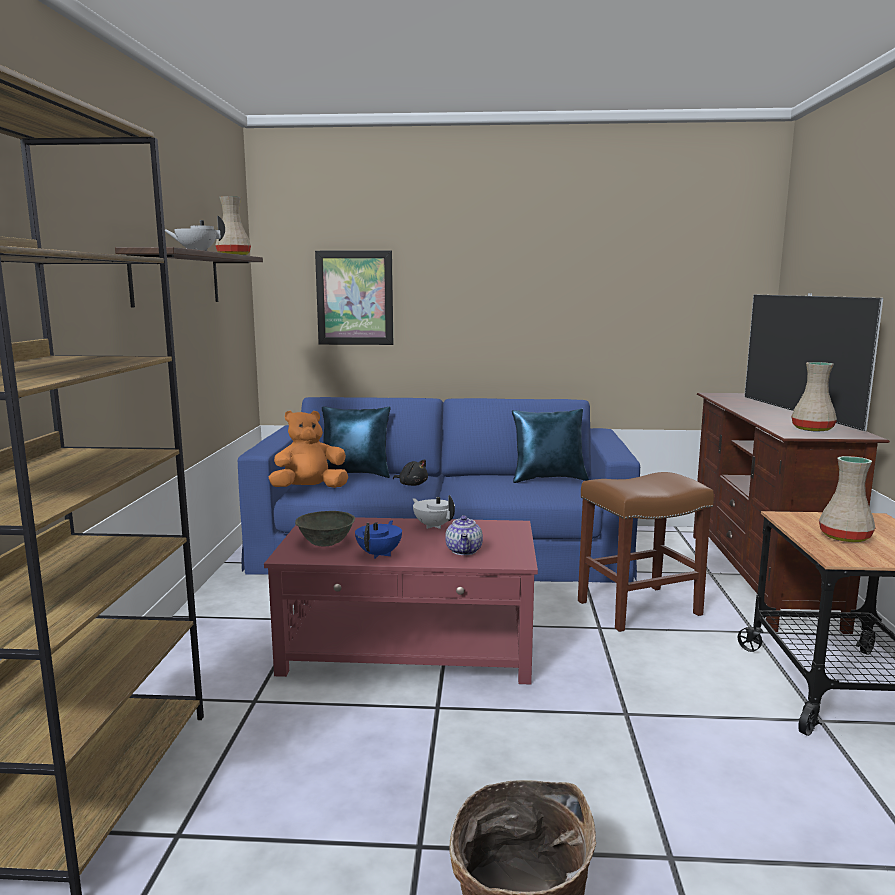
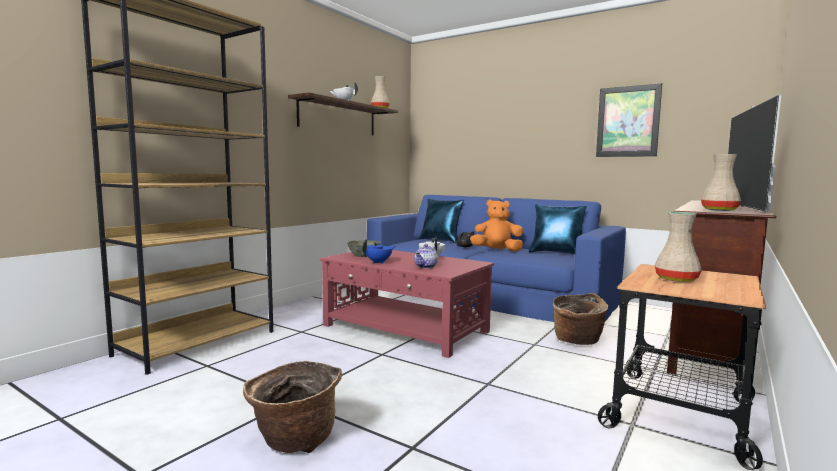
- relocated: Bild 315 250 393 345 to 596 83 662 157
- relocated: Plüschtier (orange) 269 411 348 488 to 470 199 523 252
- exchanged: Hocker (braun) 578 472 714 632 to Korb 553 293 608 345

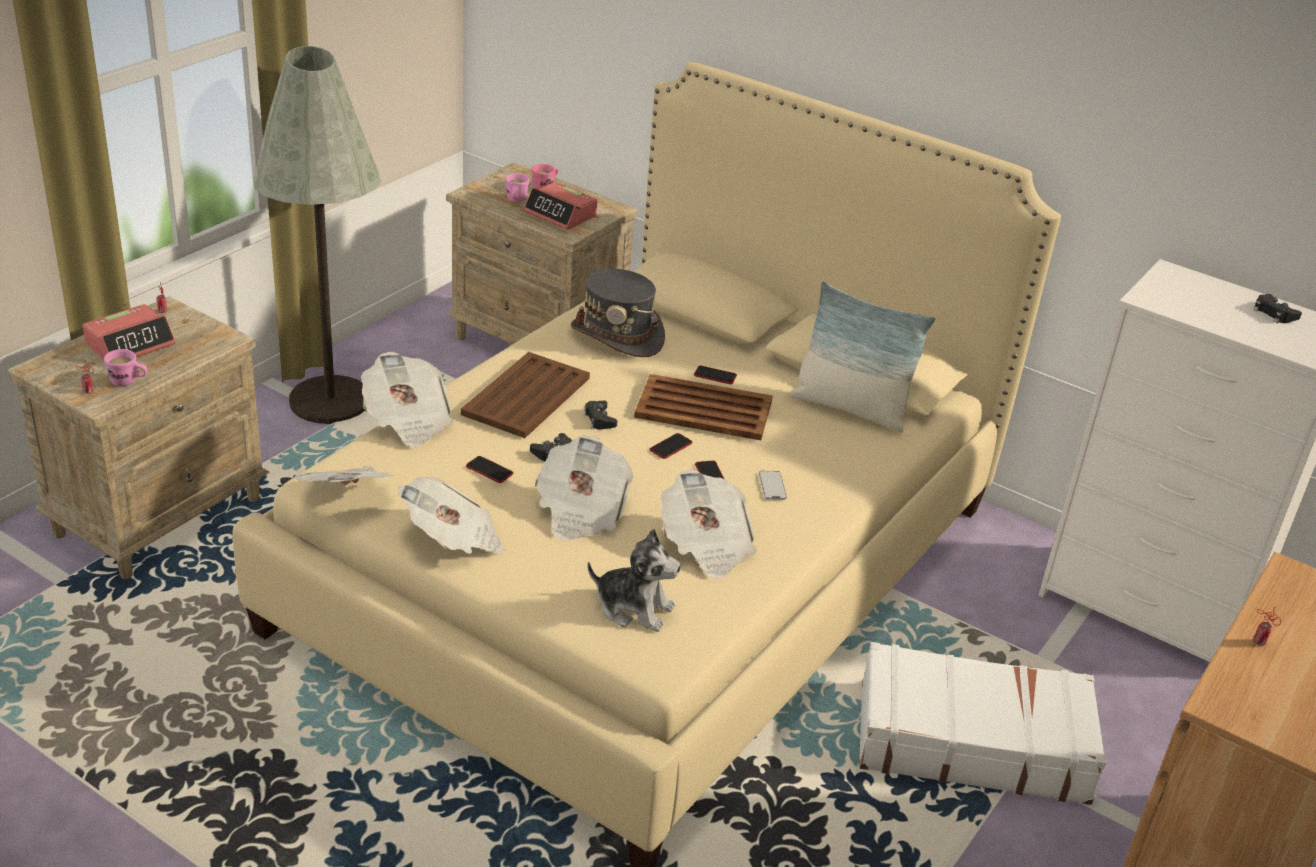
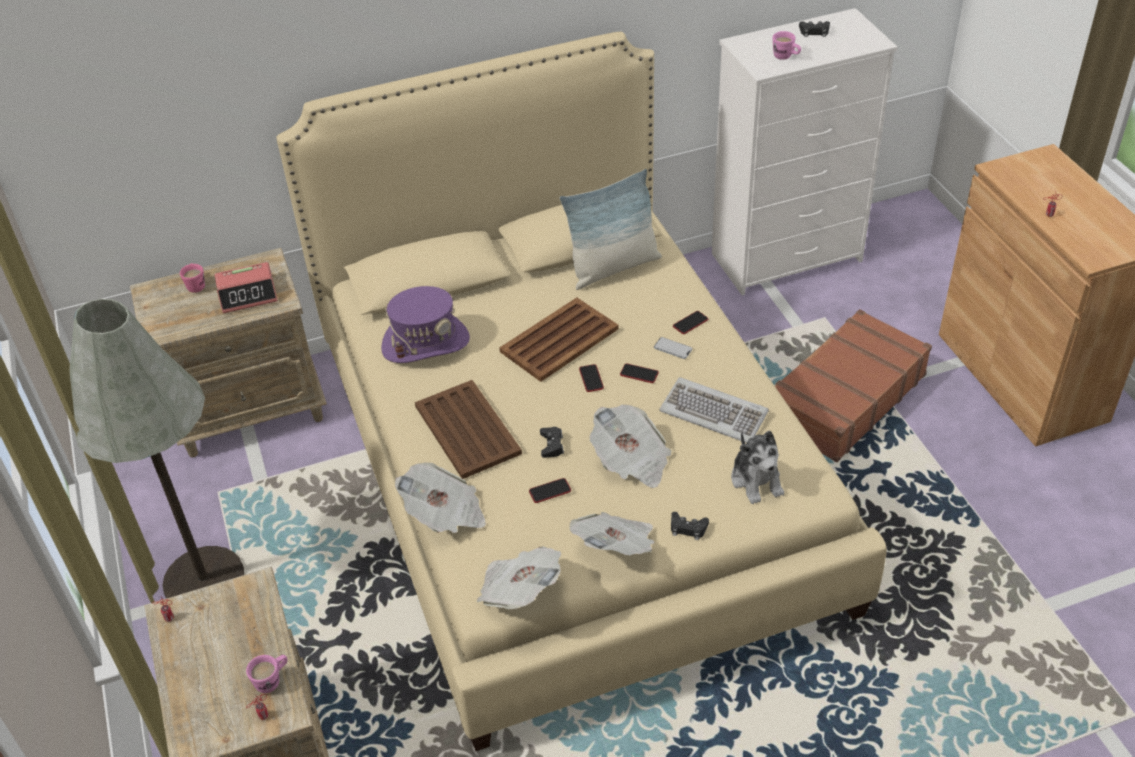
- relocated: Henkelbecher (rosa) 505 173 529 202 to 773 31 801 60
- colour: Hut (grau) 571 269 665 357 to Hut (lila) 381 286 470 363
- missing: Wecker 83 304 176 359
- relocated: Handy 694 366 737 384 to 673 311 708 334
- relocated: Gamepad (schwarz) 584 401 617 430 to 671 512 709 540
- exchanged: Zeitung 661 469 757 579 to Tastatur 659 377 769 443
- spun: Plüschtier 587 529 681 632 = 731 431 784 504 105 degrees clockwise
- colour: Koffer (weiß) 859 642 1106 805 to Koffer (braun) 775 309 932 462

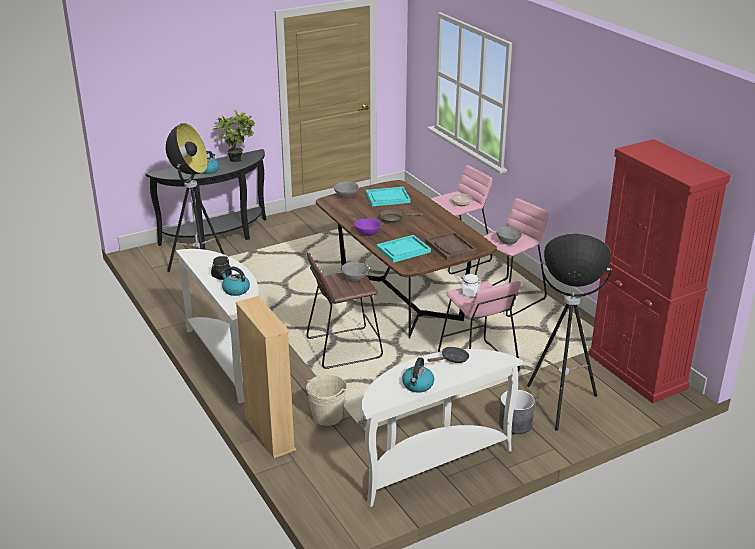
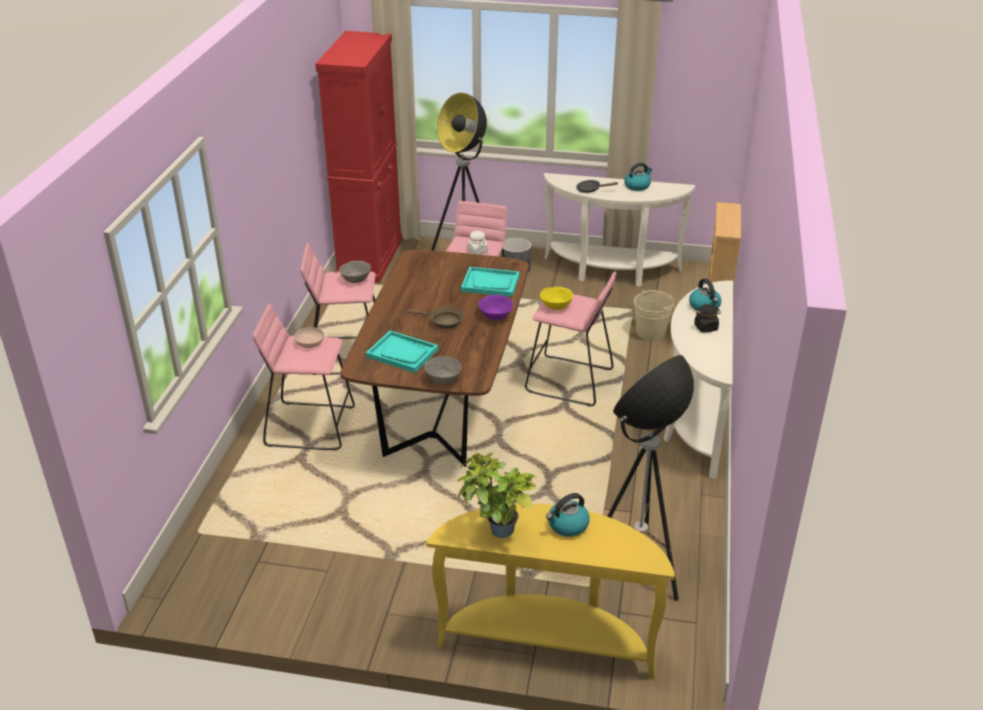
- colour: Konsolentisch (schwarz) 146 149 267 250 to Konsolentisch (gelb) 426 503 675 680
- missing: Tablett (braun) 425 232 476 260
- colour: Hocker (braun) 306 252 383 369 to Hocker (rosa) 525 272 616 407
- colour: Schüssel (grau) 341 262 369 282 to Schüssel (gelb) 540 287 573 310

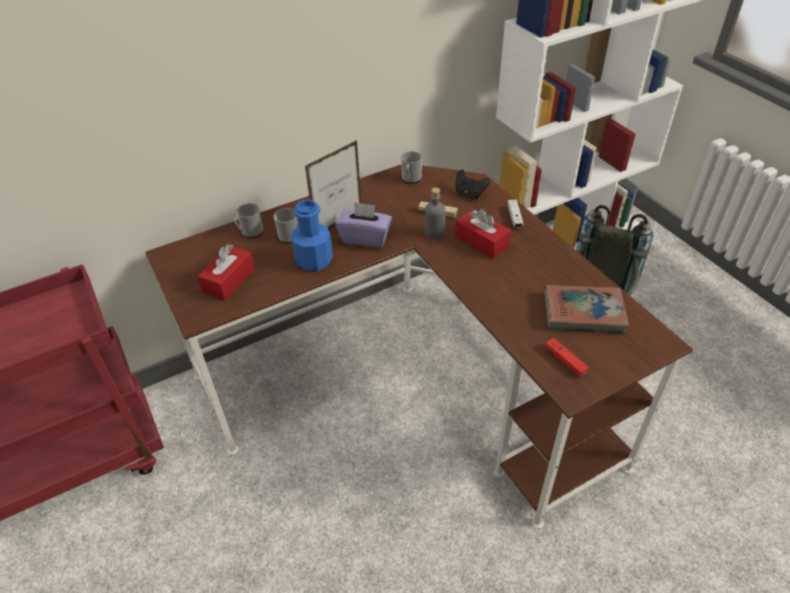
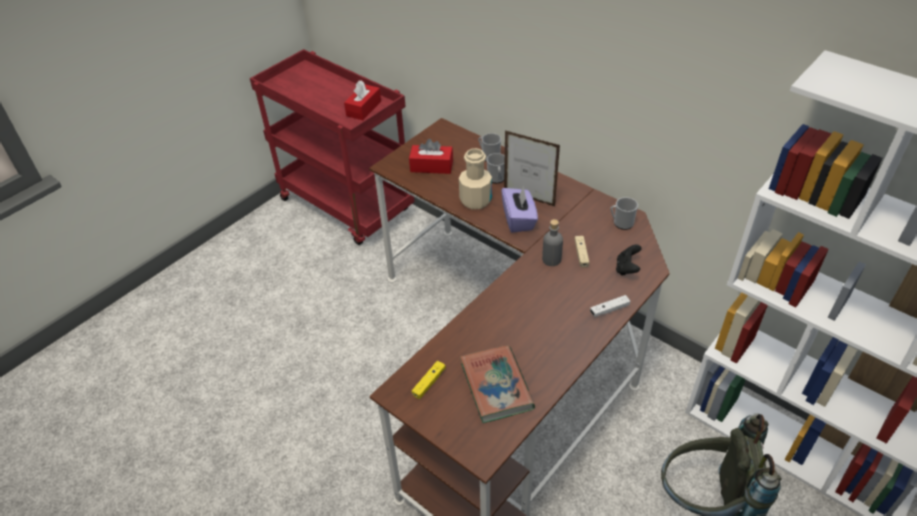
- colour: Flasche (blau) 291 200 333 271 to Flasche (beige) 459 148 492 209
- relocated: Taschentuchbox (rot) 455 209 511 259 to 344 80 381 120
- colour: Gamepad (rot) 545 338 589 377 to Gamepad (gelb) 412 361 446 399

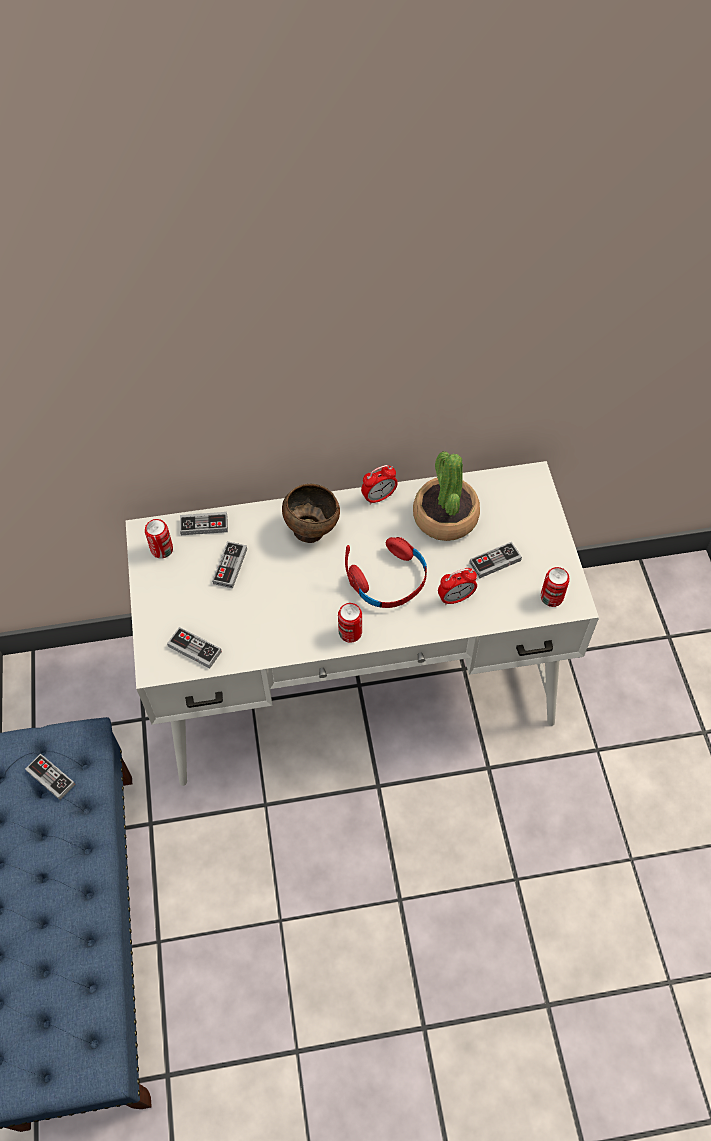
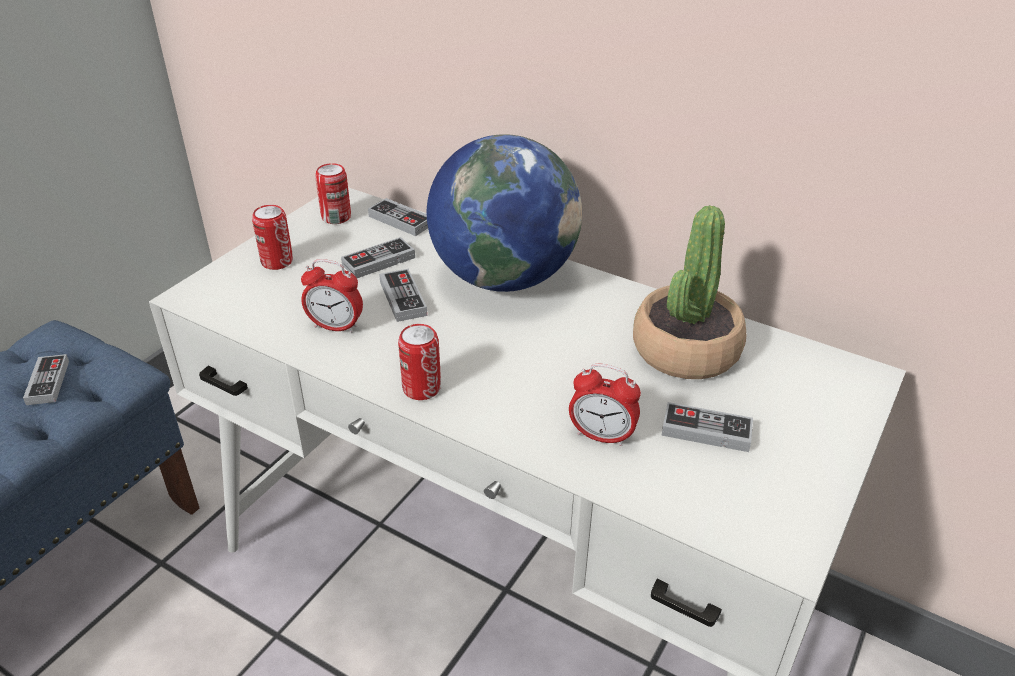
- relocated: Wecker 361 465 398 505 to 301 259 363 333
- exchanged: Schüssel (braun) 282 484 340 543 to Globus 427 134 582 292
- missing: Kopfhörer (rot) 345 537 427 608
- relocated: Dose 541 567 570 607 to 252 205 293 270
- relocated: Gamepad 167 627 222 668 to 379 269 427 322

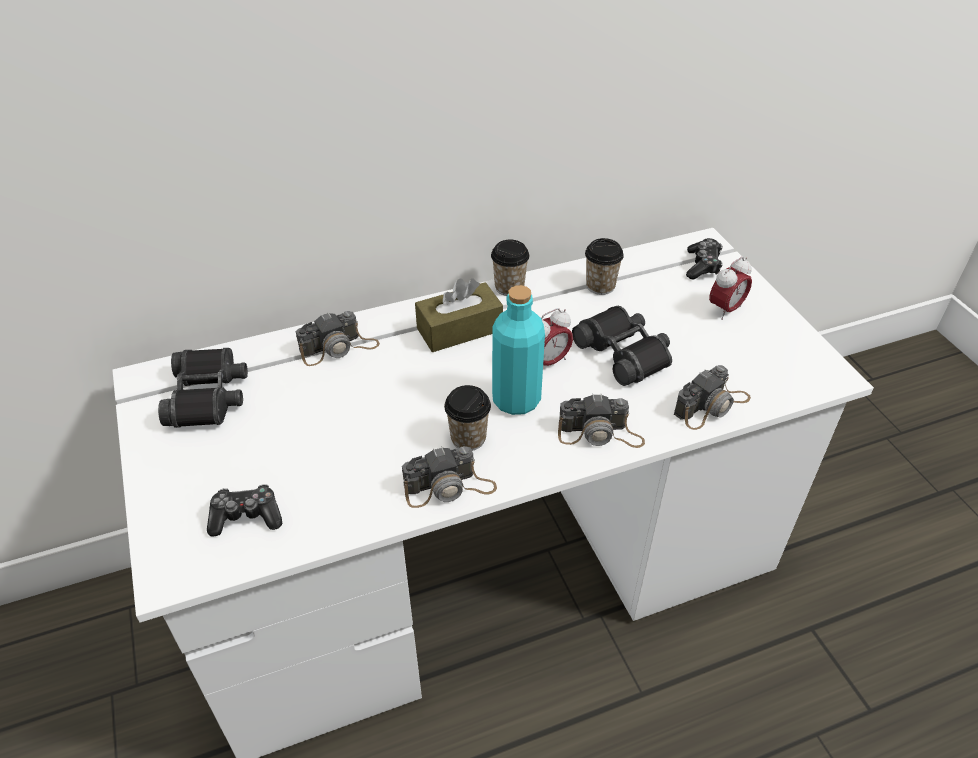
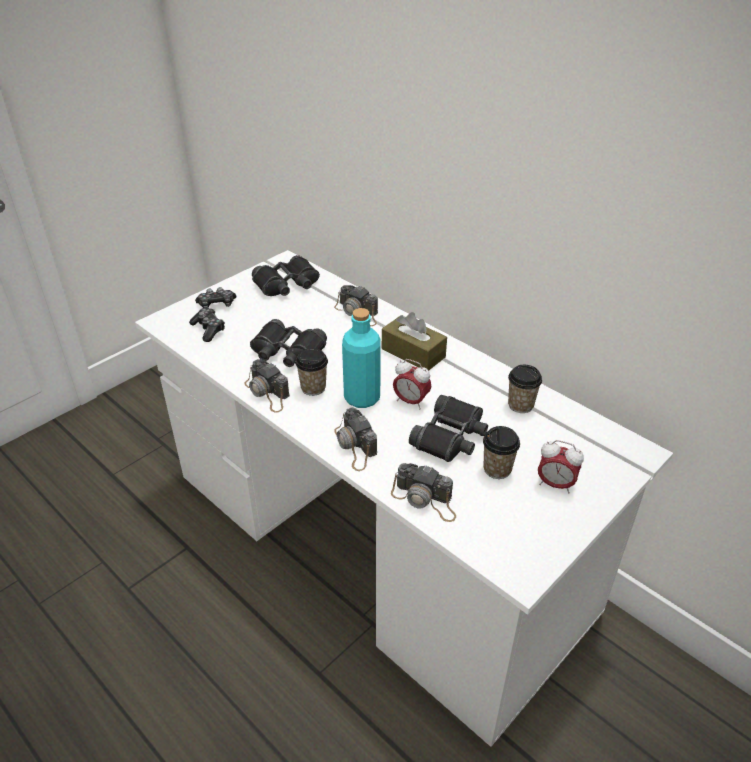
- relocated: Gamepad 686 238 723 280 to 195 287 236 308
- relocated: Tasse 491 240 529 296 to 483 426 520 479
- appeared: Fernglas (schwarz) 250 319 327 367

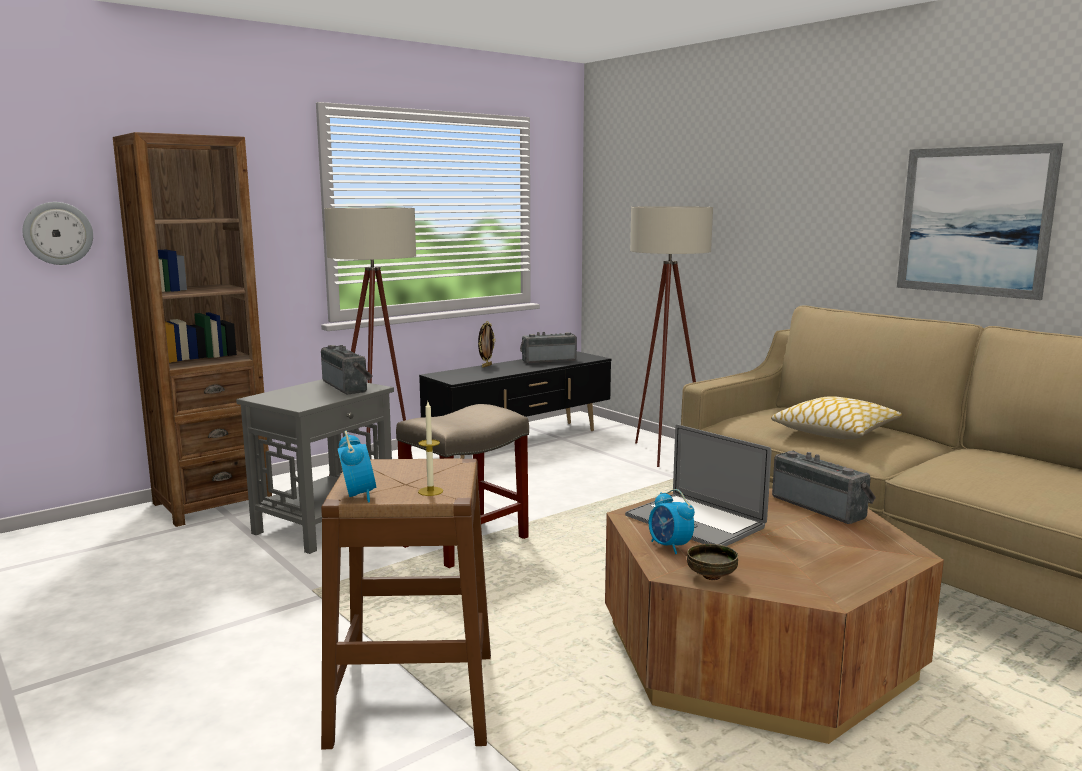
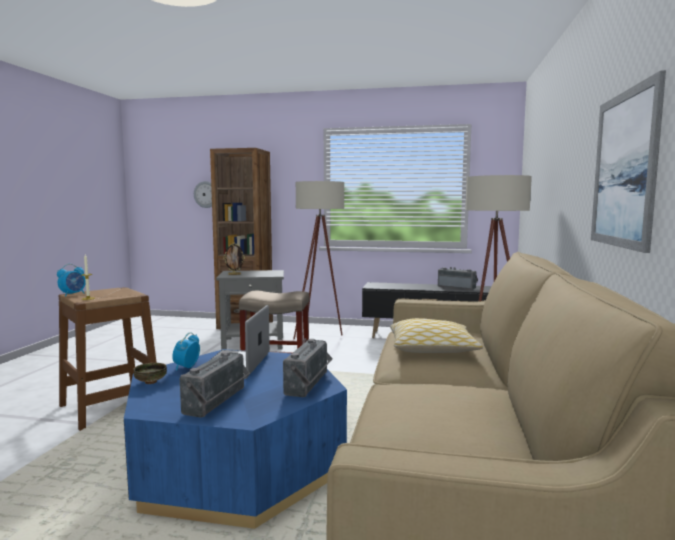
- relocated: Bilderrahmen 478 321 495 368 to 223 243 245 275
- relocated: Radio 321 345 373 395 to 180 351 250 417
- colour: Couchtisch (braun) 605 488 944 744 to Couchtisch (blau) 124 349 347 529

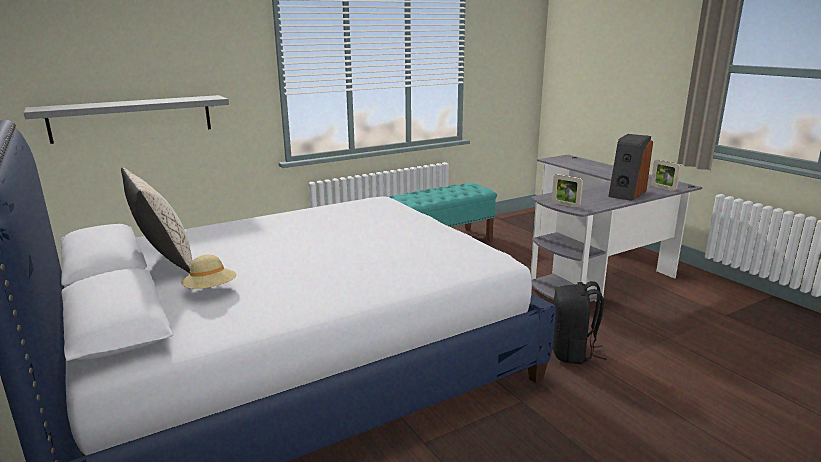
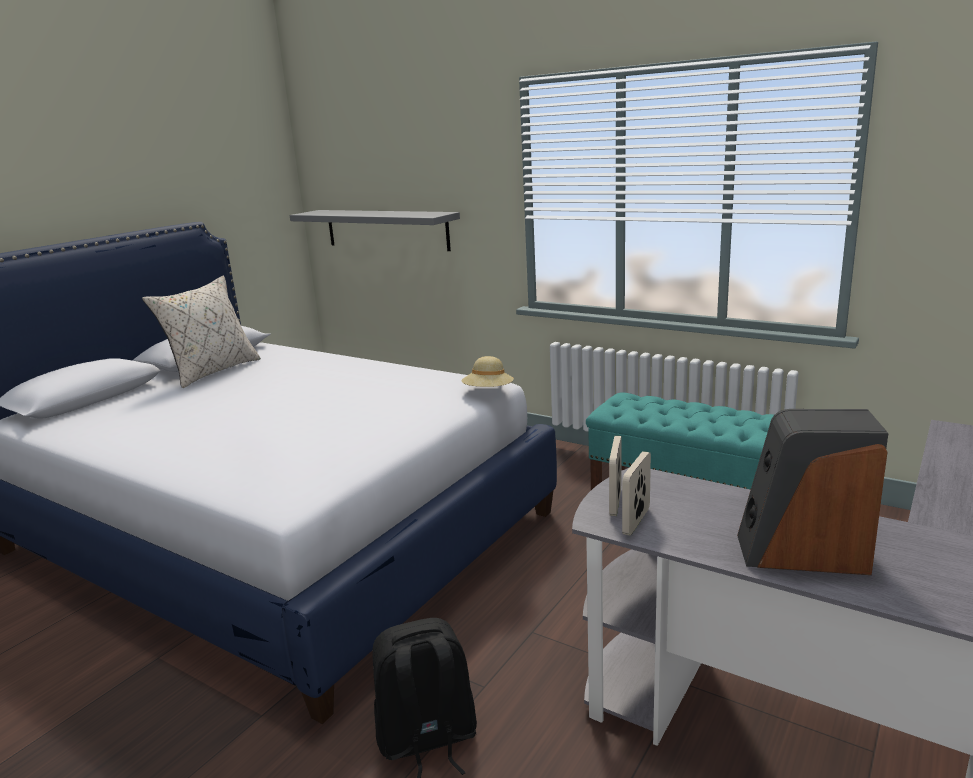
- relocated: Bilderrahmen 651 160 681 191 to 622 451 651 536
- relocated: Hut (beige) 181 255 236 289 to 462 356 514 387

